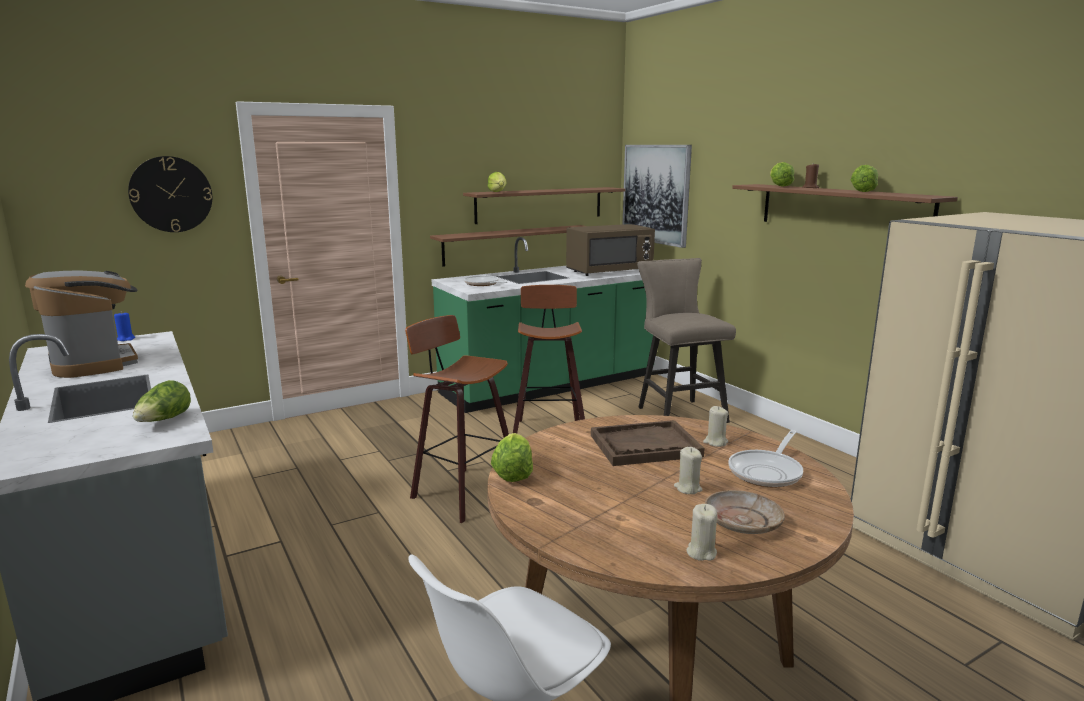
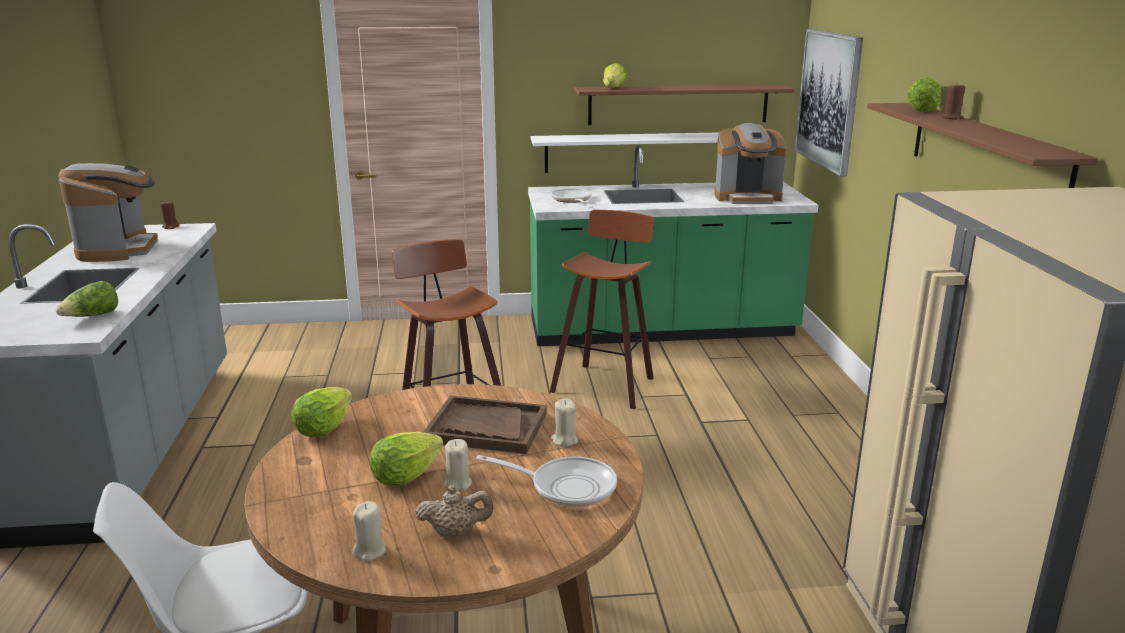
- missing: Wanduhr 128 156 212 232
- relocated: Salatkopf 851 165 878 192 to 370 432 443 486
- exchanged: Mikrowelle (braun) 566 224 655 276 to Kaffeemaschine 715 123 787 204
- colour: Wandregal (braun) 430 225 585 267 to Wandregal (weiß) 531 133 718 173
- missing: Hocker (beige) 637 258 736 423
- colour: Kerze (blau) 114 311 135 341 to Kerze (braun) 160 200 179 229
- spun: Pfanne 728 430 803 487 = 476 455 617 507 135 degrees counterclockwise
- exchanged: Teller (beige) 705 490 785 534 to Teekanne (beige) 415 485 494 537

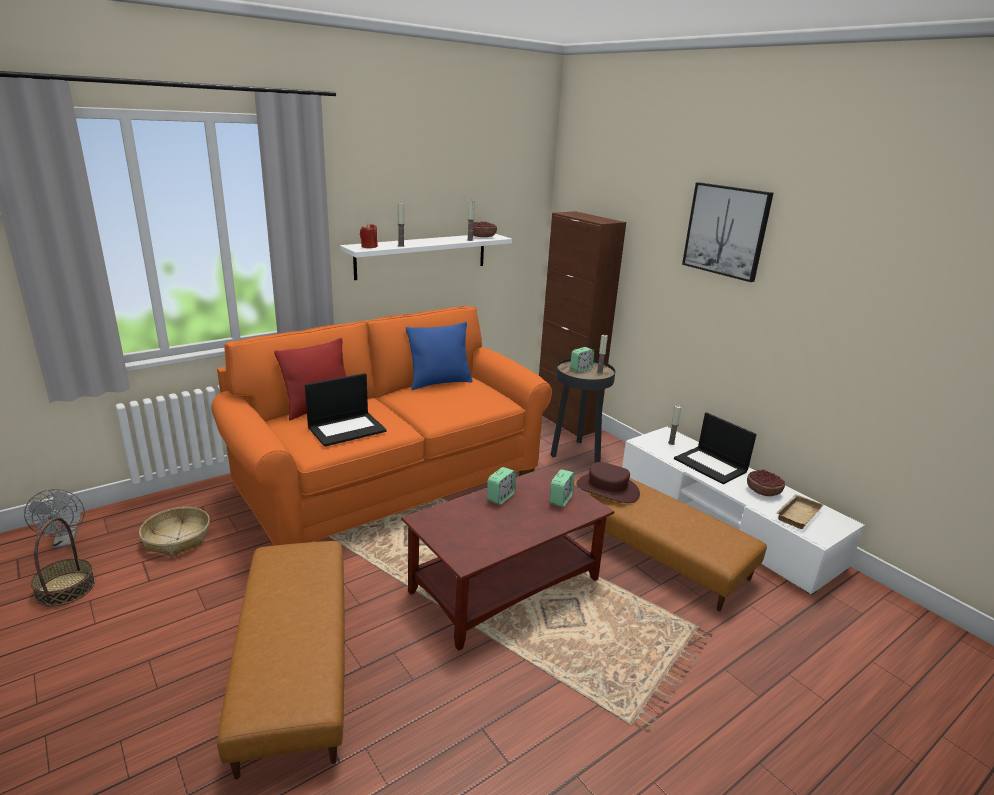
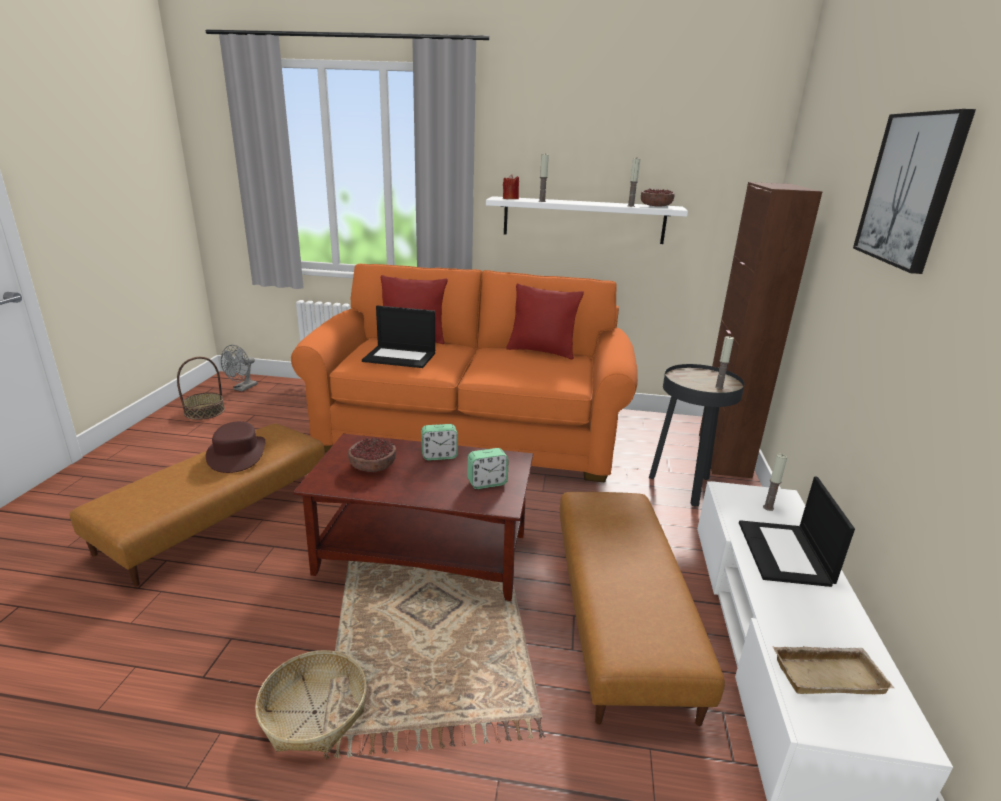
- colour: Kissen (blau) 406 322 473 390 to Kissen (rot) 506 284 584 360
- missing: Wecker 570 347 594 372
- relocated: Hut (braun) 576 462 640 503 to 206 421 265 473
- relocated: Schüssel 747 470 785 496 to 348 437 396 472
- relocated: Korb 139 507 210 557 to 255 650 367 752

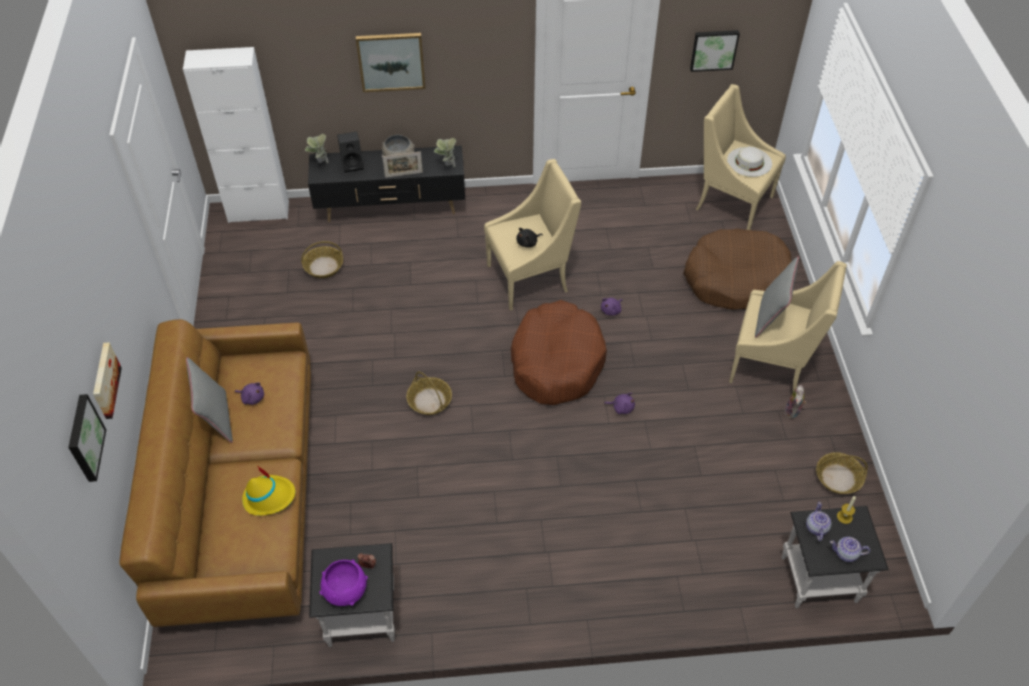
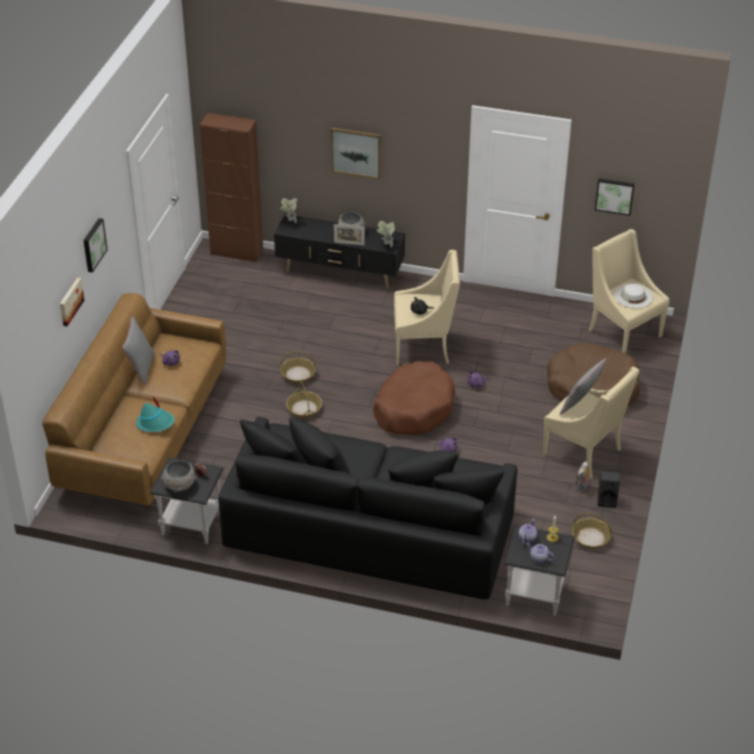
- colour: Schrank (weiß) 183 47 289 223 to Schrank (braun) 200 113 263 263
- relocated: Lautsprecher (schwarz) 337 132 364 173 to 598 471 620 507
- relocated: Korb 301 241 343 278 to 280 351 316 383
- relocated: Bild 68 394 106 482 to 83 218 108 273
- colour: Hut (gelb) 242 466 295 516 to Hut (türkis) 136 396 174 432
- colour: Schüssel (lila) 320 560 368 606 to Schüssel (grau) 161 460 196 491
- appeared: Sofa (schwarz) 218 417 517 600

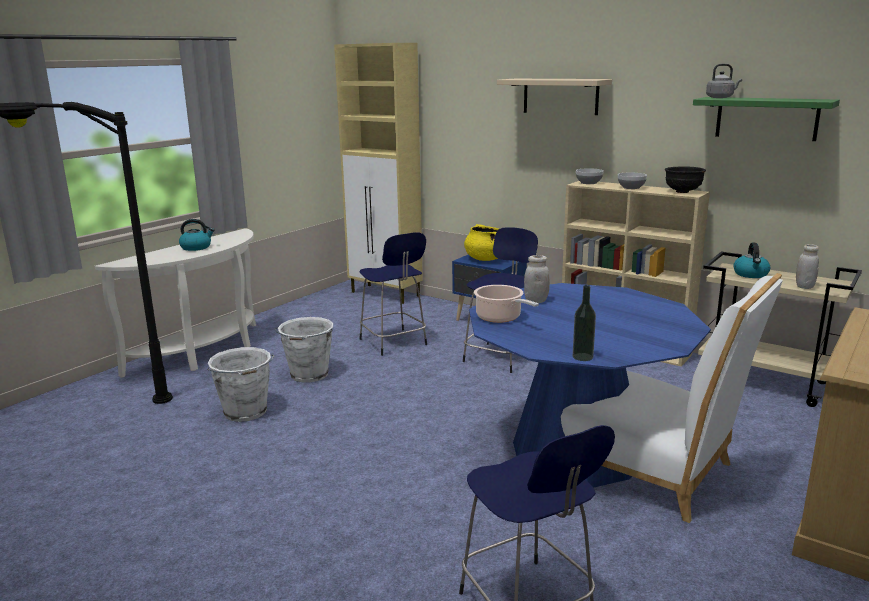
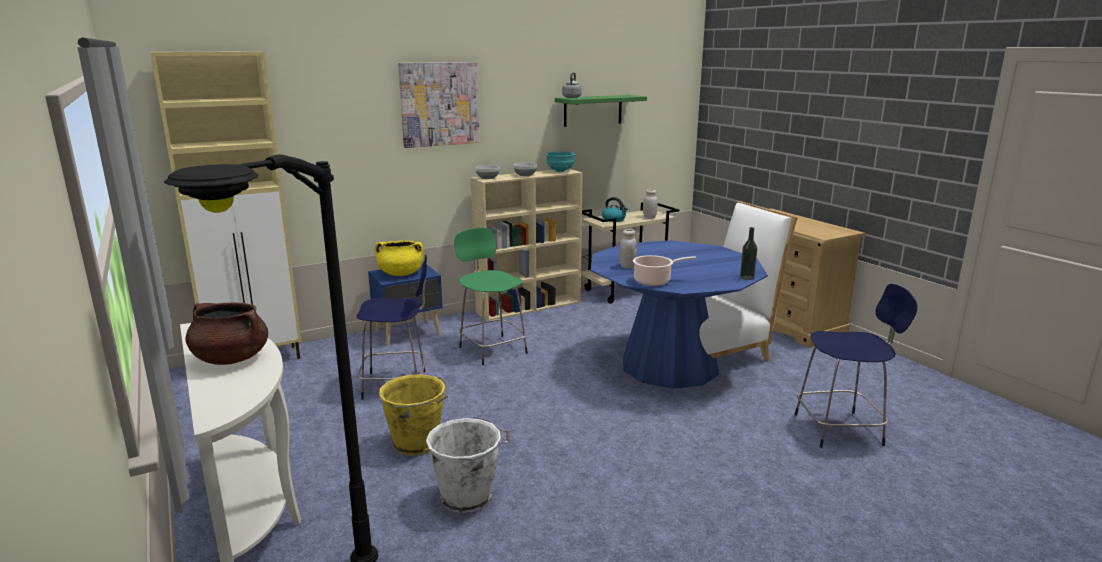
- exchanged: Wandregal (beige) 497 79 612 115 to Bild 398 62 480 148
- colour: Schüssel (schwarz) 665 167 706 193 to Schüssel (türkis) 545 151 576 172
- exchanged: Wasserkessel 179 219 214 251 to Kochtopf (braun) 185 302 268 365
- colour: Hocker (blau) 463 227 538 373 to Hocker (grün) 454 228 528 366
- colour: Eimer (weiß) 274 317 333 382 to Eimer (gelb) 379 374 448 456

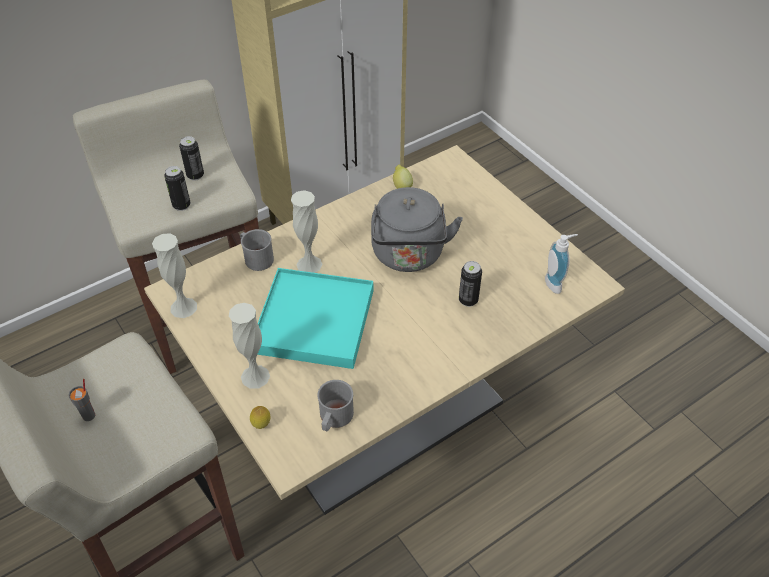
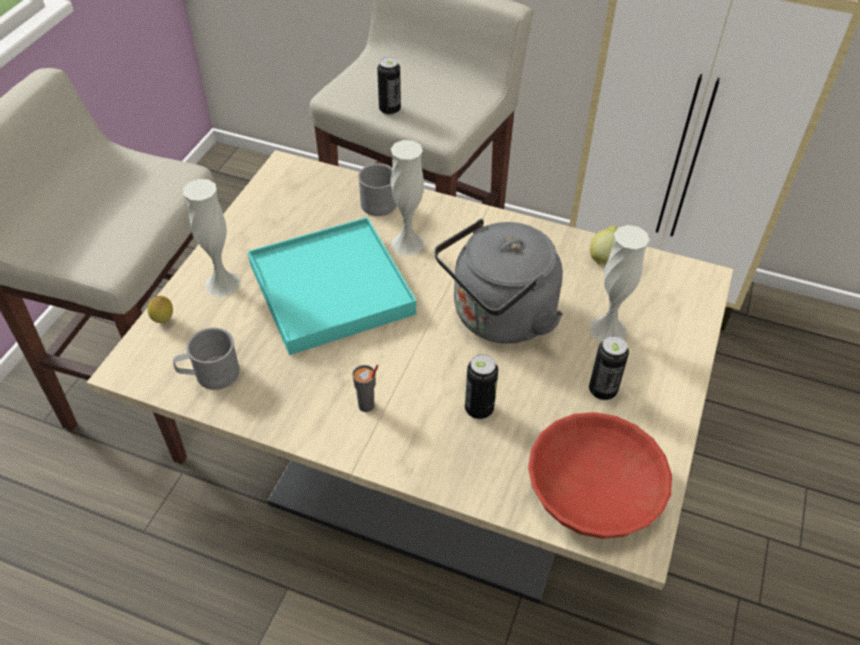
- relocated: Dose 179 136 204 181 to 589 336 629 400
- relocated: Vase (weiß) 152 233 197 318 to 590 225 650 342
- exchanged: Seifenspender 545 234 578 294 to Schüssel (rot) 528 412 672 539
- relocated: Tasse (grau) 69 379 95 421 to 352 365 378 412

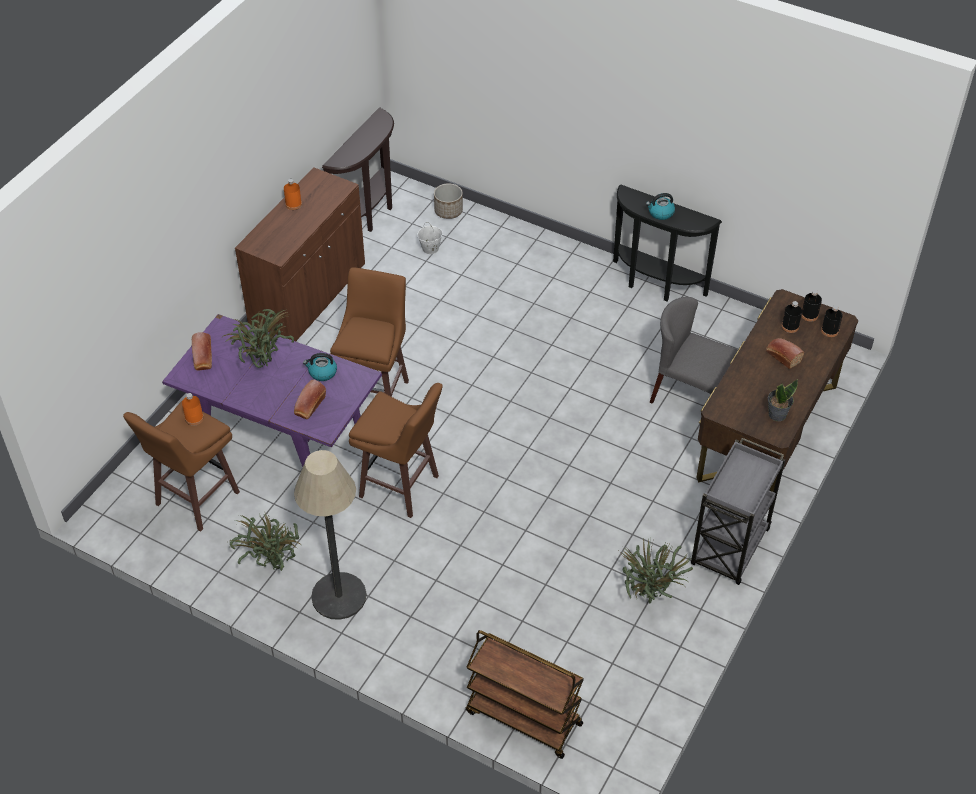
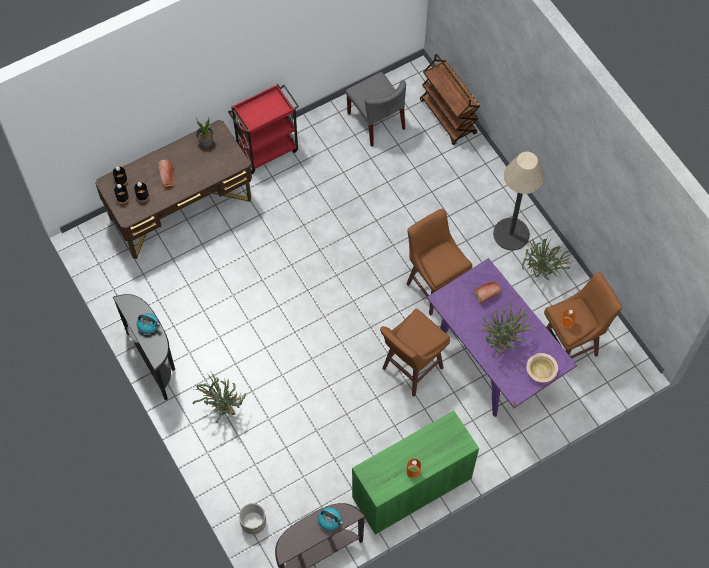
- colour: Schrank (braun) 235 167 365 342 to Schrank (grün) 352 411 479 535
- missing: Eimer (weiß) 417 222 443 254
- relocated: Stuhl (grau) 650 297 738 404 to 346 72 406 147
- exchanged: Brot 192 332 212 370 to Schüssel (beige) 526 353 558 383
- relocated: Wasserkessel 303 353 337 381 to 318 507 343 530
- colour: Rollwagen (grau) 691 438 785 585 to Rollwagen (rot) 228 84 299 174
- relocated: Topfpflanze 619 540 693 604 to 193 371 246 423

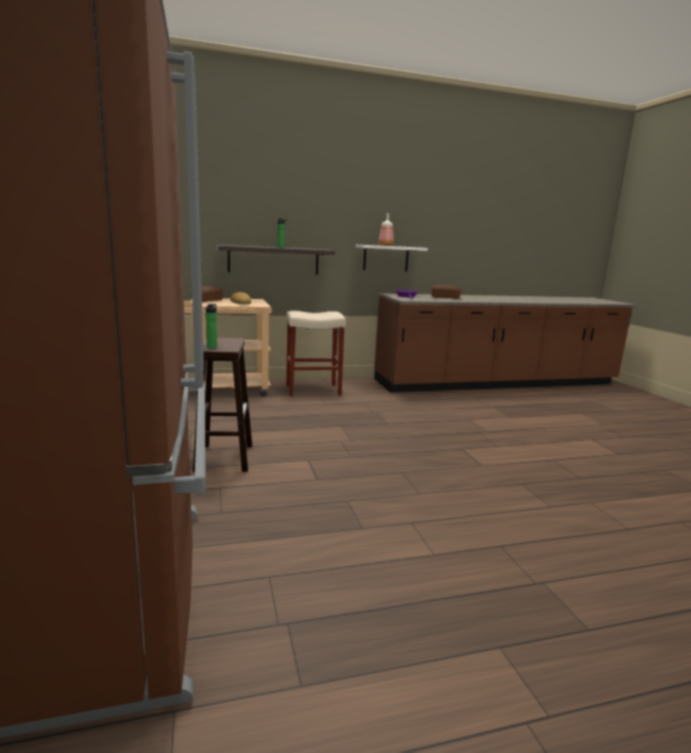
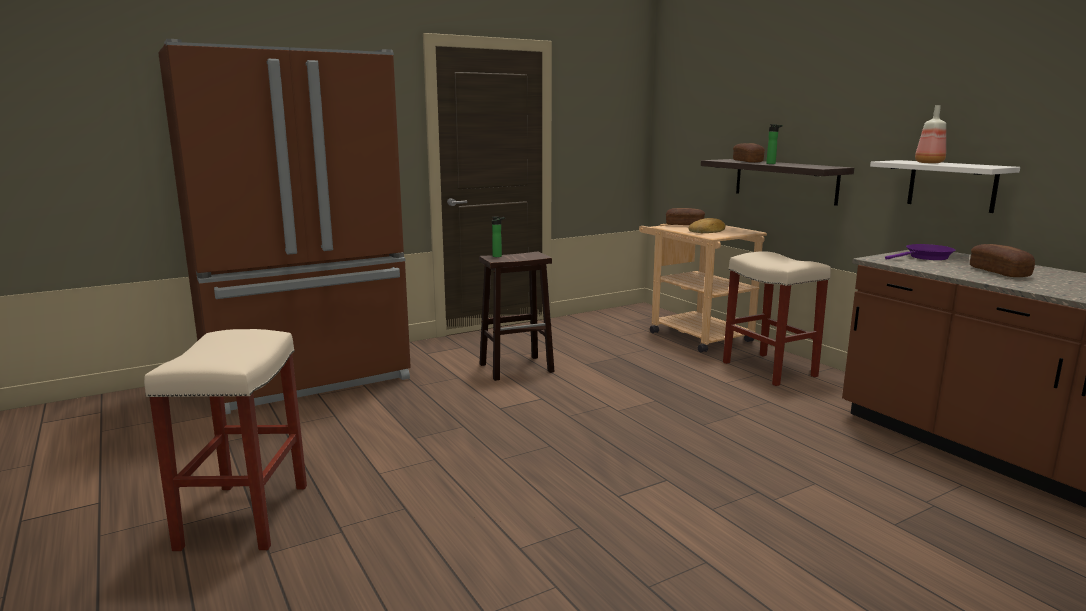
- appeared: Brot 733 143 765 163
- appeared: Hocker (beige) 144 329 307 551

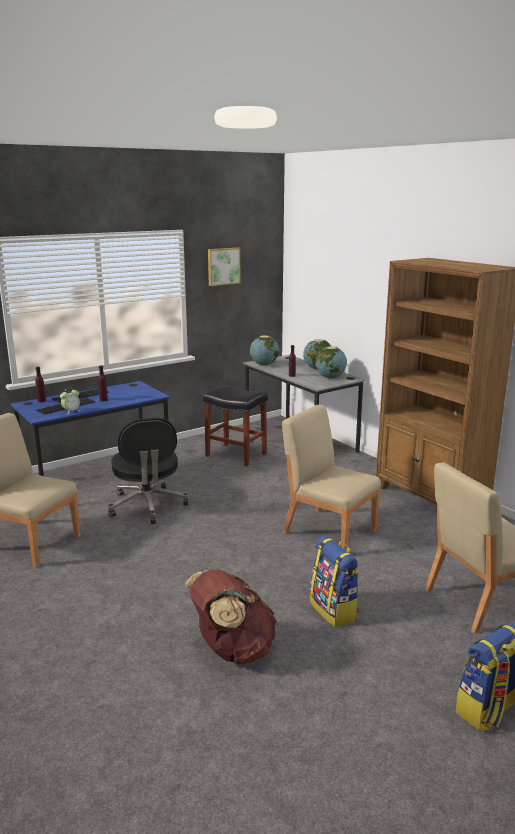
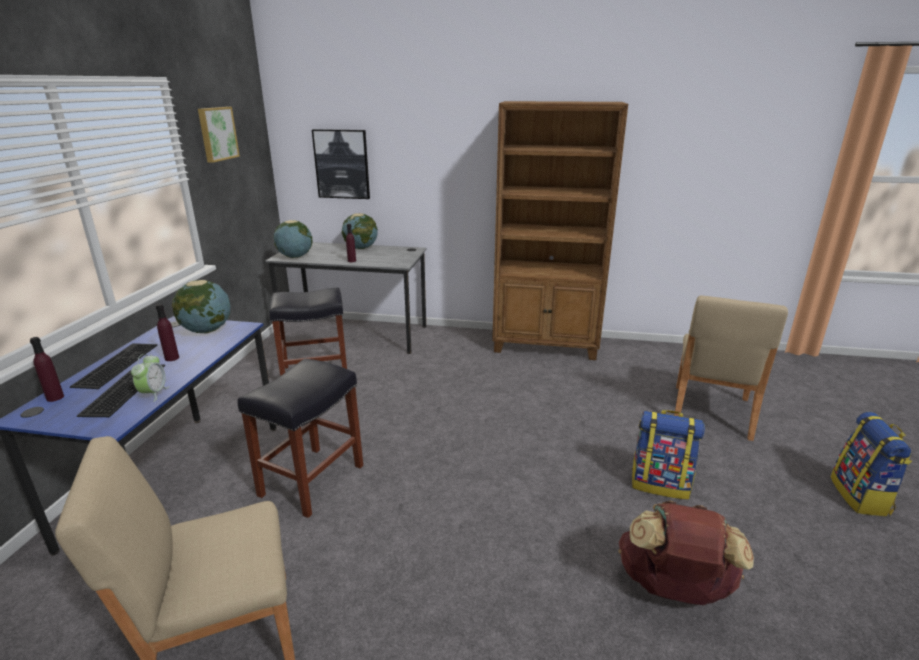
- relocated: Globus 315 347 347 378 to 172 280 231 333
- missing: Stuhl (beige) 282 404 381 551
- exchanged: Bürostuhl (schwarz) 108 418 189 524 to Hocker (schwarz) 238 359 363 518
- appeared: Bild 312 129 370 199

